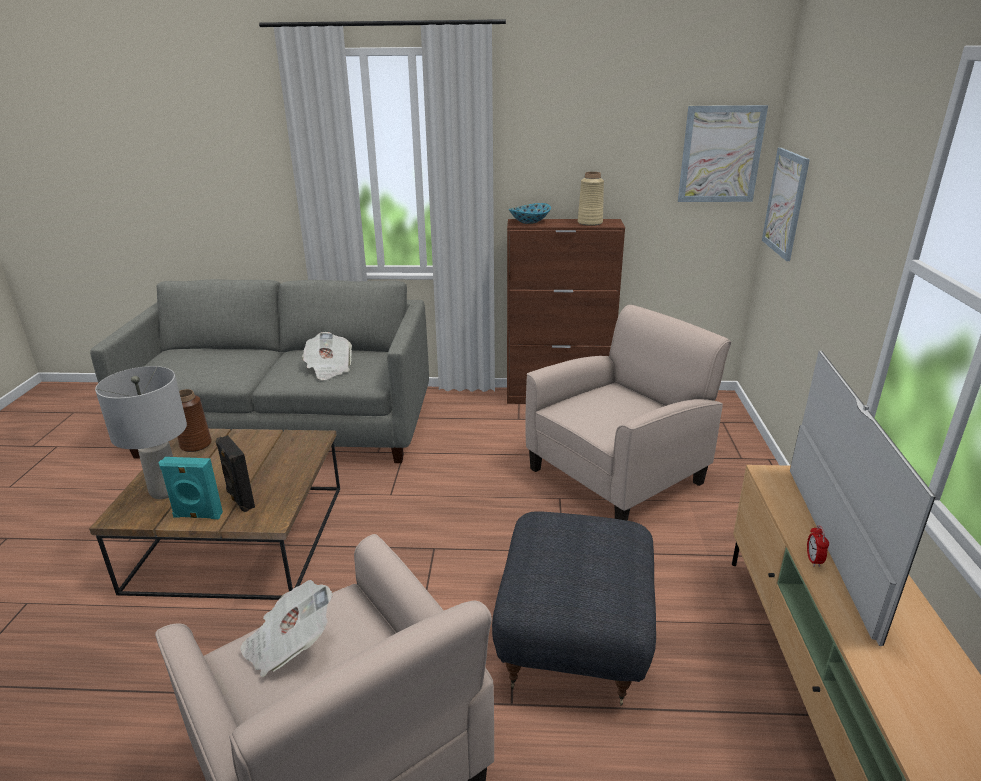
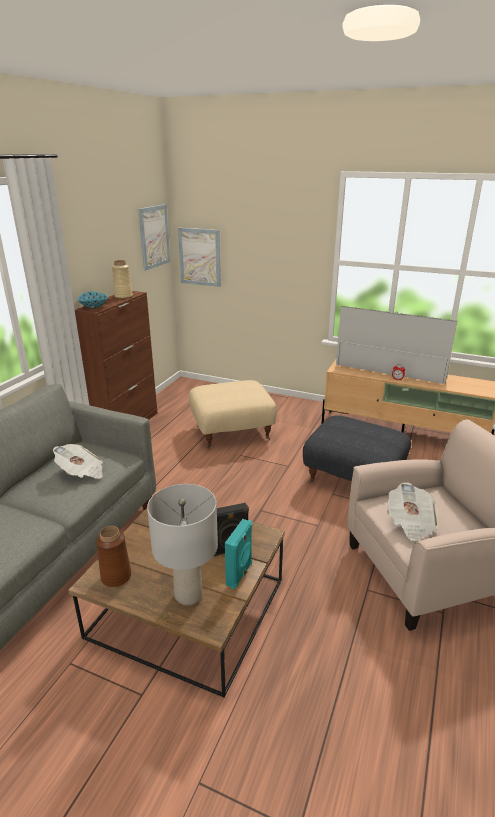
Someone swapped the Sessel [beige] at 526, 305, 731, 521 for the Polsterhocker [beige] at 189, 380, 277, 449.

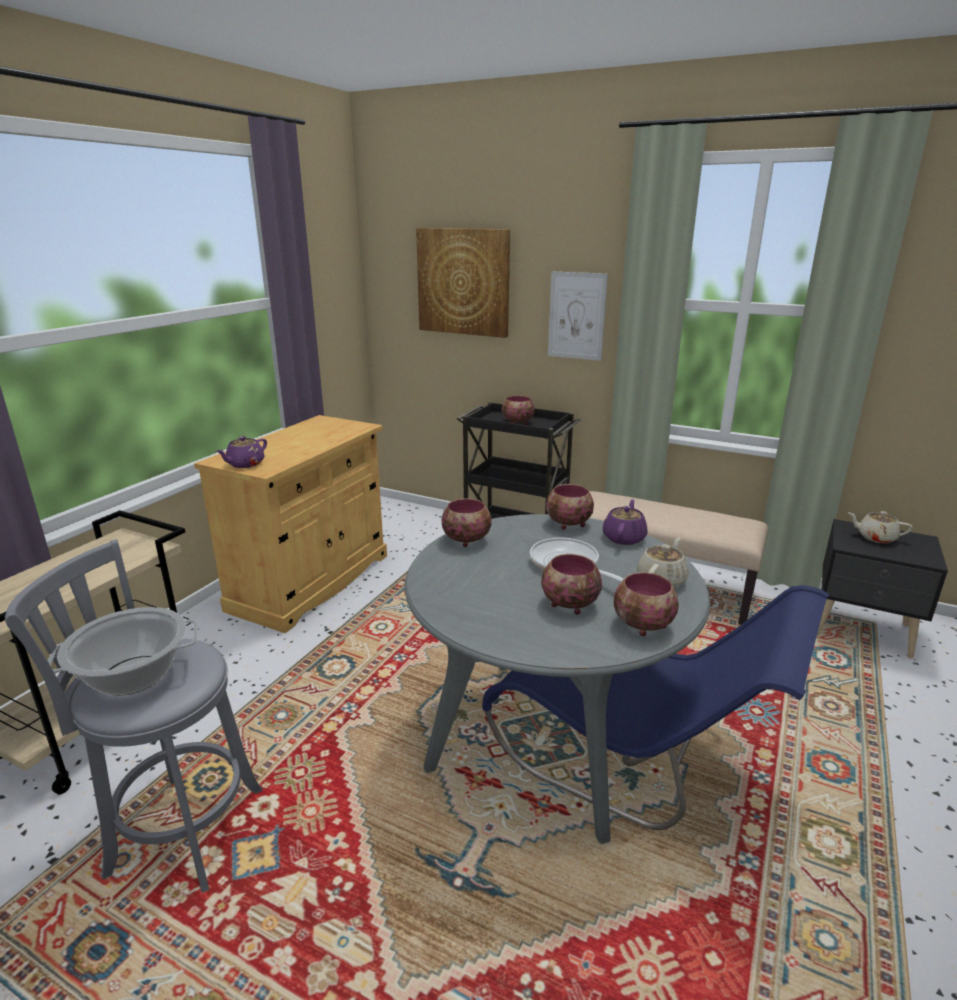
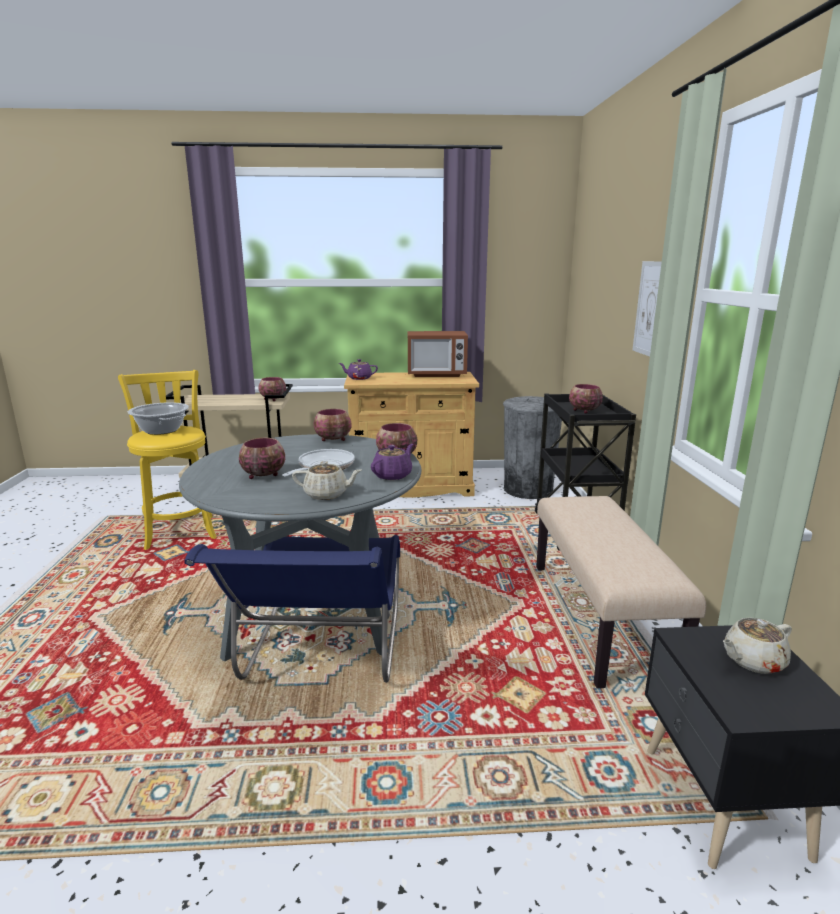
Someone repainted the Hocker [grau] at 5, 539, 263, 893, which became the Hocker [gelb] at 118, 370, 217, 550. Someone carried the Schüssel from 614, 572, 679, 636 to 258, 377, 286, 401. Someone rotated the Teekanne [lila] at 603, 499, 648, 545 by 45 degrees counterclockwise. Someone put down the Mikrowelle at 408, 331, 468, 377. Someone put down the Mülleimer [grau] at 503, 396, 562, 499. Someone rotated the Teekanne [beige] at 848, 511, 913, 543 by 105 degrees counterclockwise. Someone took away the Bild at 416, 228, 510, 338.

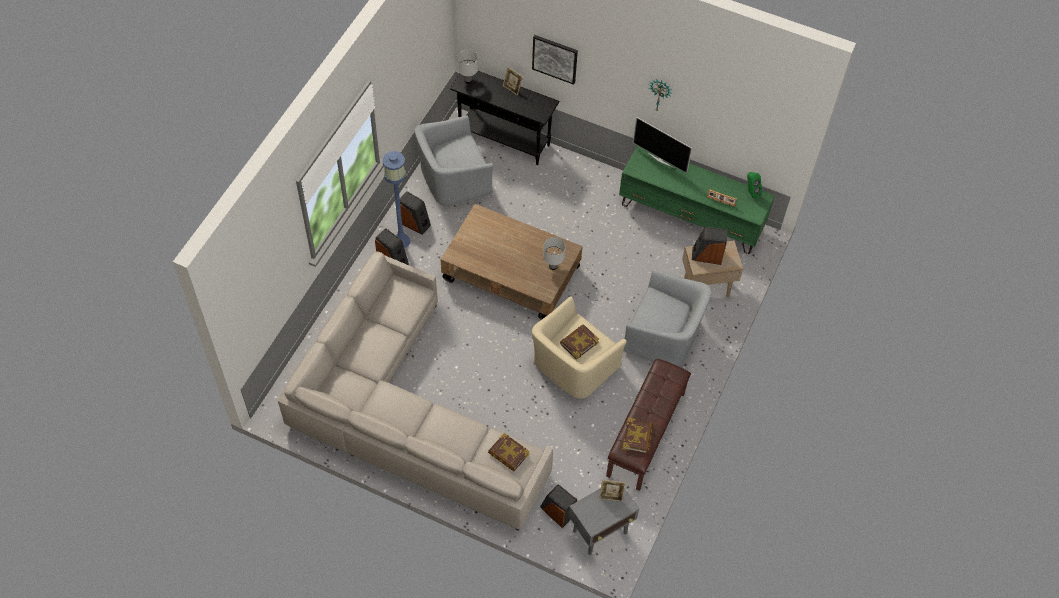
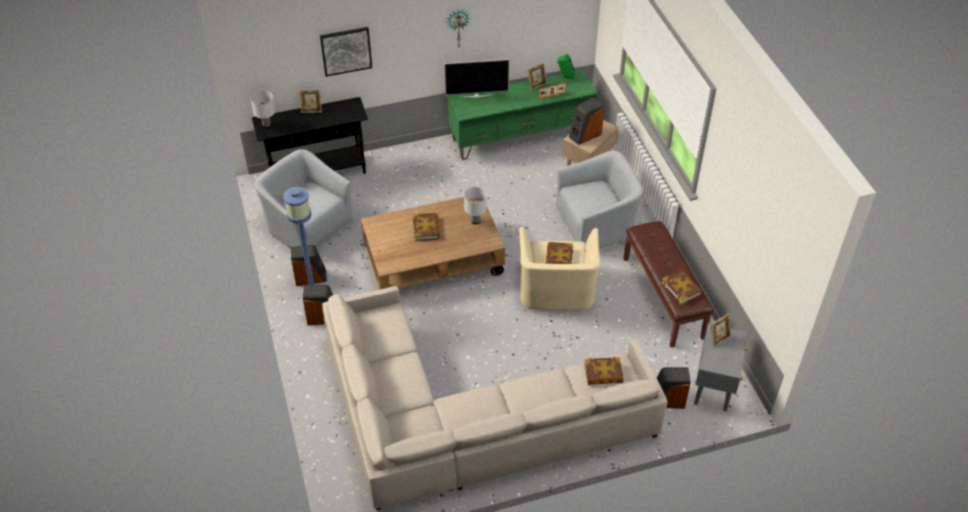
Someone rotated the Sessel [grau] at 414, 115, 493, 207 by 105 degrees clockwise. Someone put down the Buch at 413, 213, 440, 241. Someone put down the Bilderrahmen at 528, 63, 547, 90.

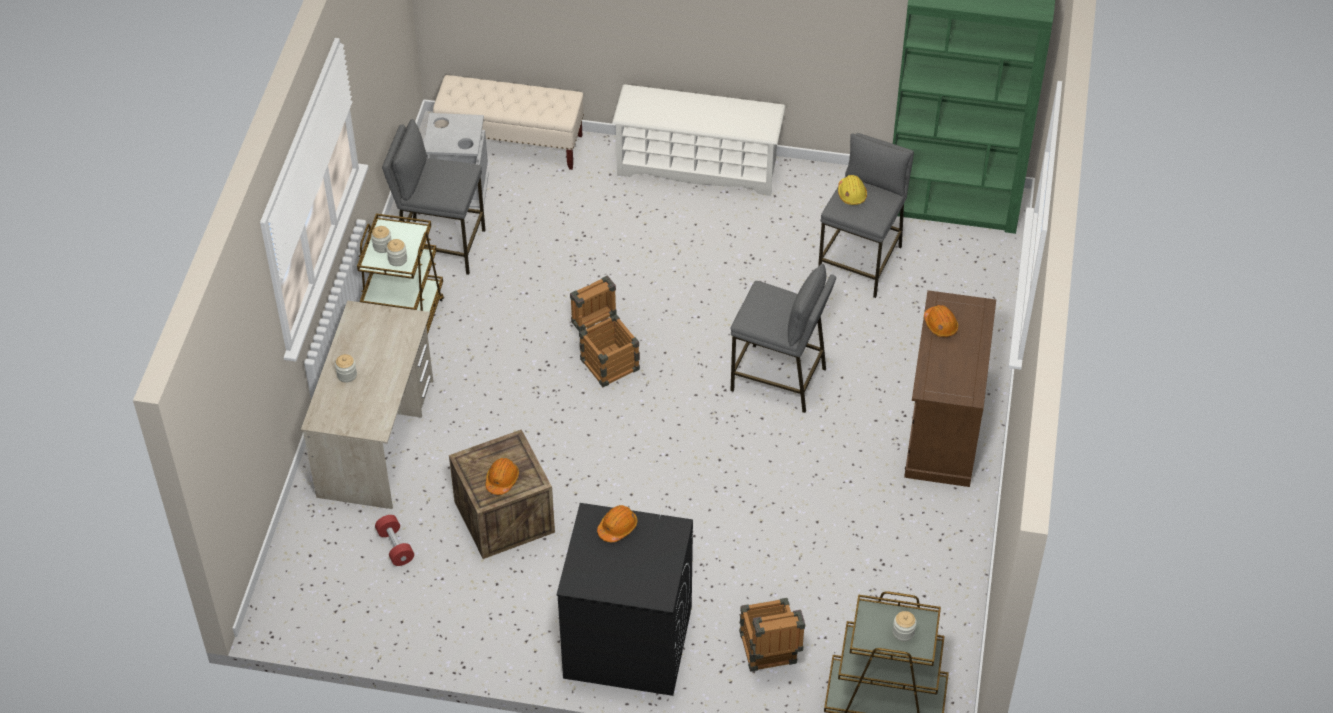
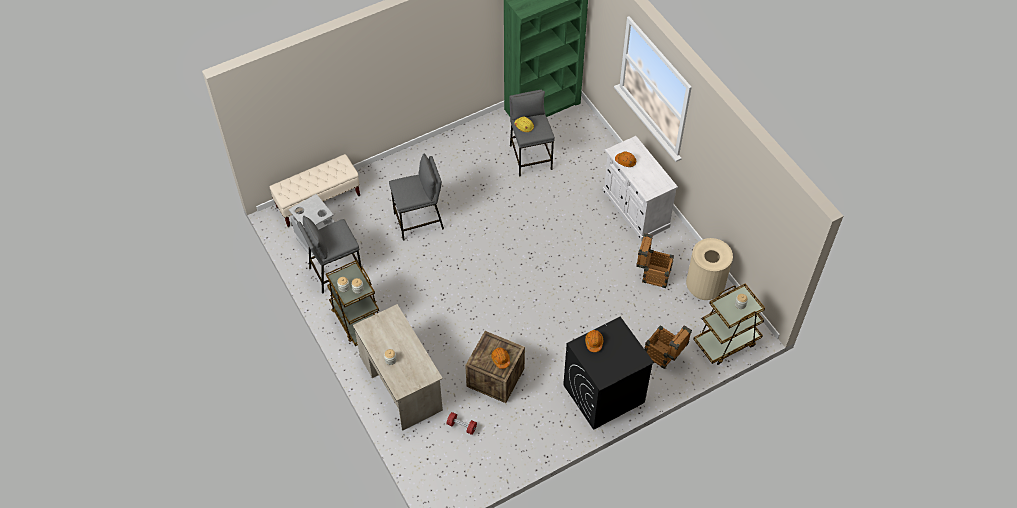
Someone carried the Hocker [grau] from 730, 264, 836, 413 to 389, 154, 444, 240. Someone repainted the Schrank [braun] at 904, 290, 996, 487, which became the Schrank [weiß] at 602, 136, 678, 241. Someone carried the Kiste from 570, 275, 640, 387 to 636, 233, 674, 288. Someone put down the Mülleimer [beige] at 686, 238, 733, 300. Someone took away the Schuhregal [weiß] at 612, 84, 786, 196.

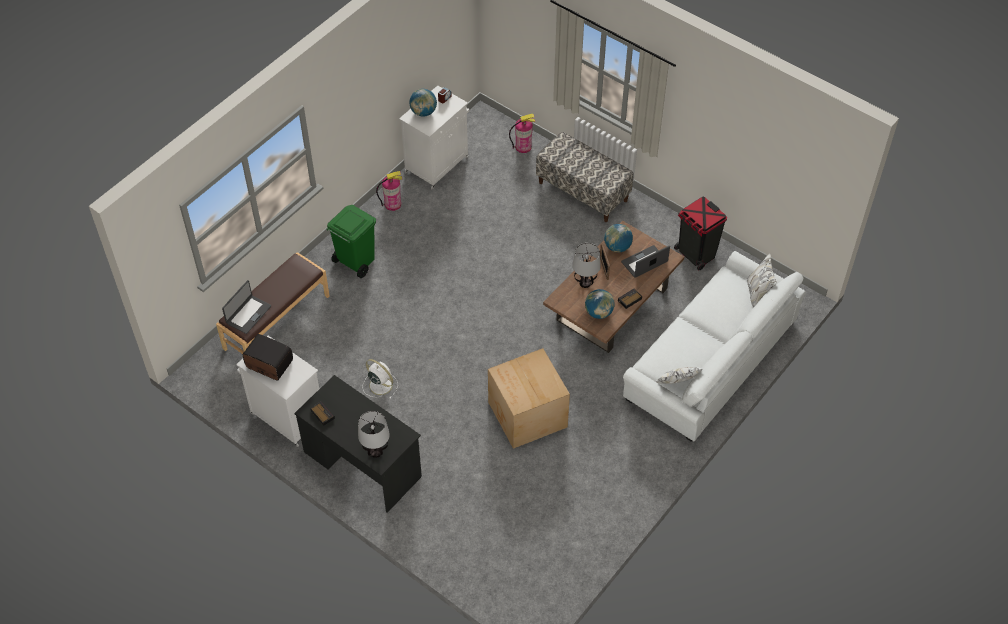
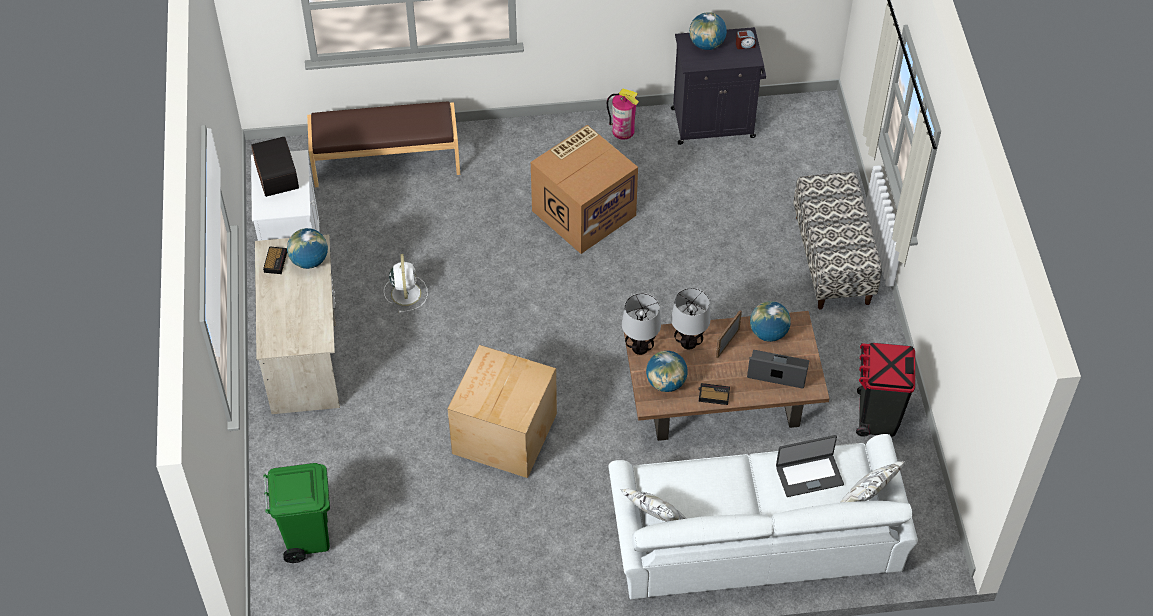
Someone repainted the Schreibtisch [schwarz] at 294, 375, 422, 513, which became the Schreibtisch [beige] at 255, 234, 340, 414. Someone carried the Mülleimer [grün] from 327, 205, 376, 278 to 263, 463, 330, 563. Someone put down the Globus at 287, 228, 328, 269. Someone put down the Karton at 531, 125, 638, 254. Someone carried the Tischlampe from 358, 411, 390, 458 to 622, 293, 661, 355. Someone repainted the Schrank [weiß] at 399, 86, 469, 190, which became the Schrank [schwarz] at 671, 27, 766, 145. Someone carried the Laptop from 222, 280, 271, 334 to 776, 435, 844, 497. Someone took away the Feuerlöscher at 509, 114, 535, 153.

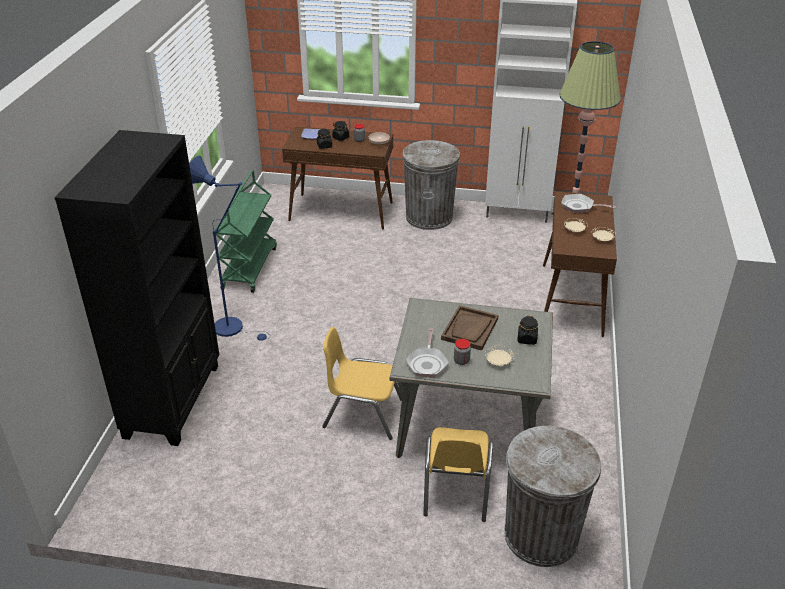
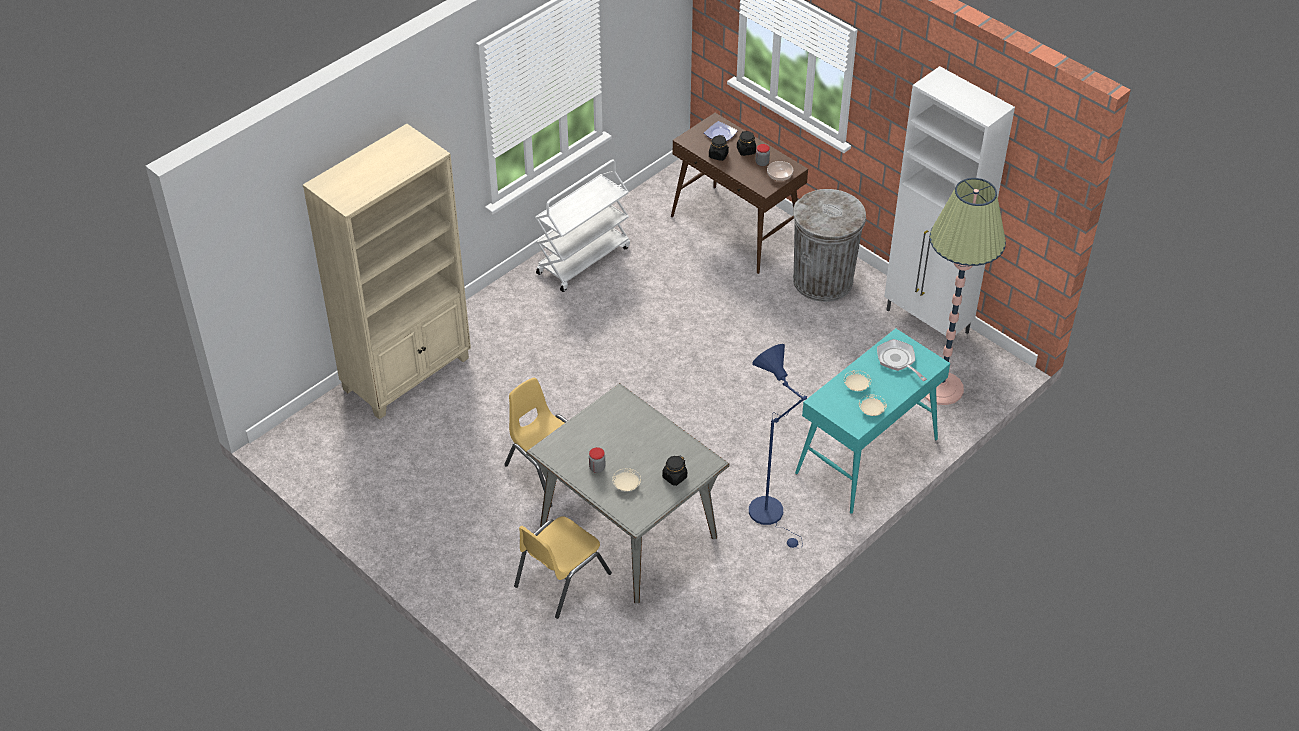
Someone repainted the Bücherregal [schwarz] at 54, 130, 219, 446, which became the Bücherregal [beige] at 303, 124, 471, 420. Someone repainted the Rollwagen [grün] at 216, 170, 277, 293, which became the Rollwagen [weiß] at 535, 159, 630, 292. Someone carried the Stehlampe [blau] from 189, 156, 270, 341 to 749, 344, 807, 548. Someone repainted the Konsolentisch [braun] at 543, 191, 617, 337, which became the Konsolentisch [türkis] at 795, 328, 950, 514. Someone took away the Pfanne at 405, 328, 449, 377. Someone took away the Tablett [braun] at 441, 305, 498, 351. Someone took away the Mülleimer [grau] at 504, 426, 601, 567.

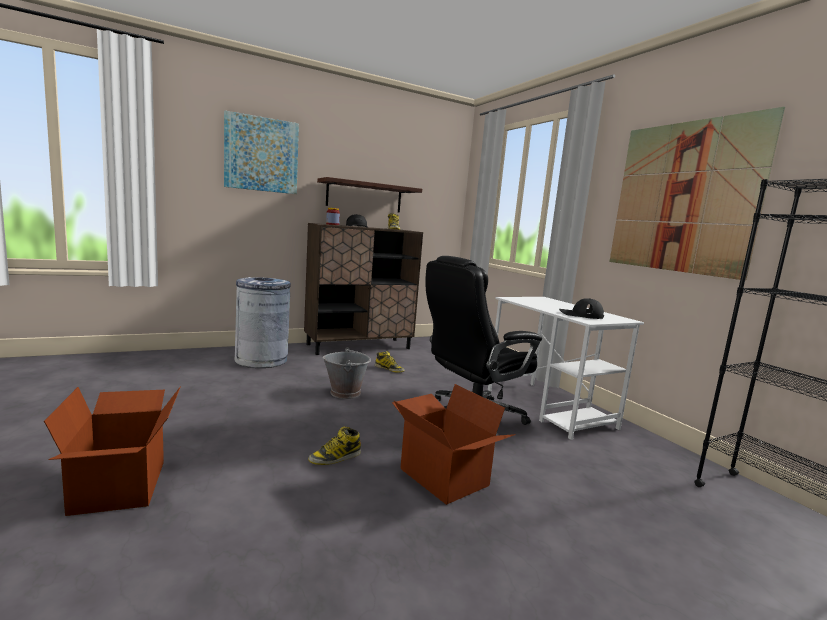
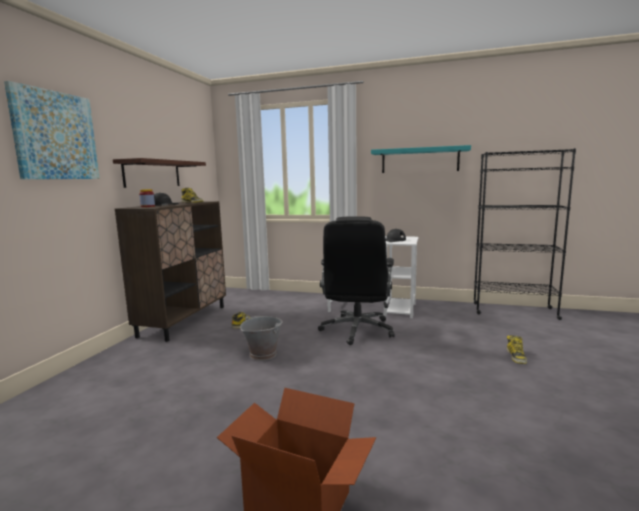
Someone swapped the Bild at 609, 107, 785, 281 for the Wandregal [türkis] at 371, 145, 471, 173. Someone carried the Stiefel from 308, 427, 361, 465 to 507, 335, 527, 364. Someone took away the Mülleimer [grau] at 234, 277, 291, 368. Someone took away the Karton at 392, 384, 516, 505.

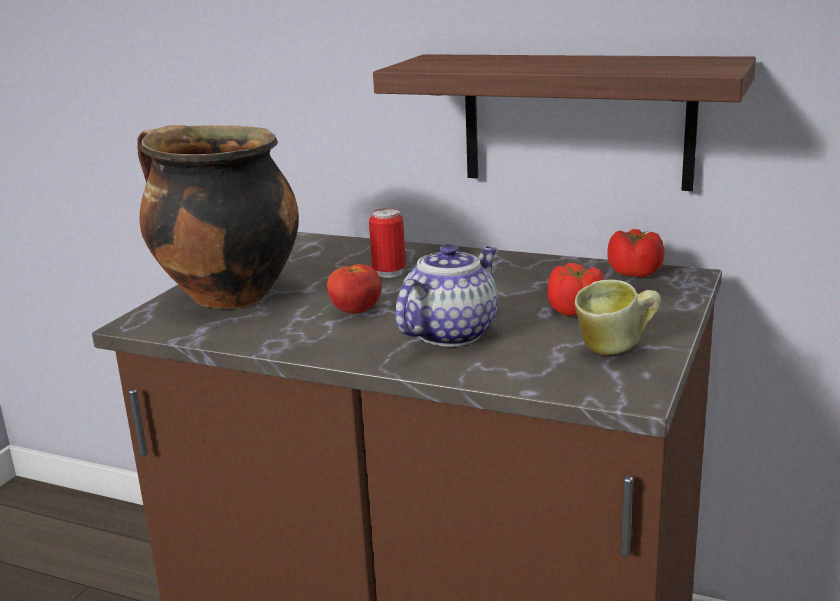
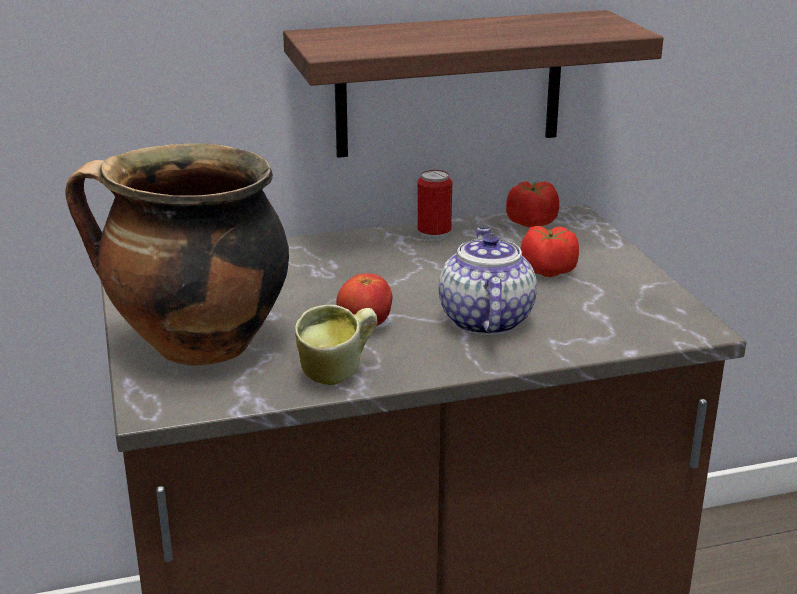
Someone carried the Henkelbecher from 575, 280, 661, 356 to 295, 305, 377, 385. Someone carried the Dose from 369, 208, 406, 278 to 417, 170, 452, 240.

